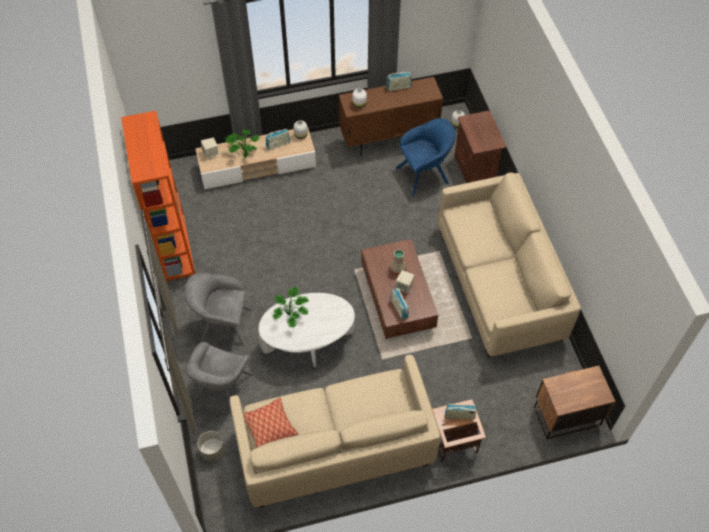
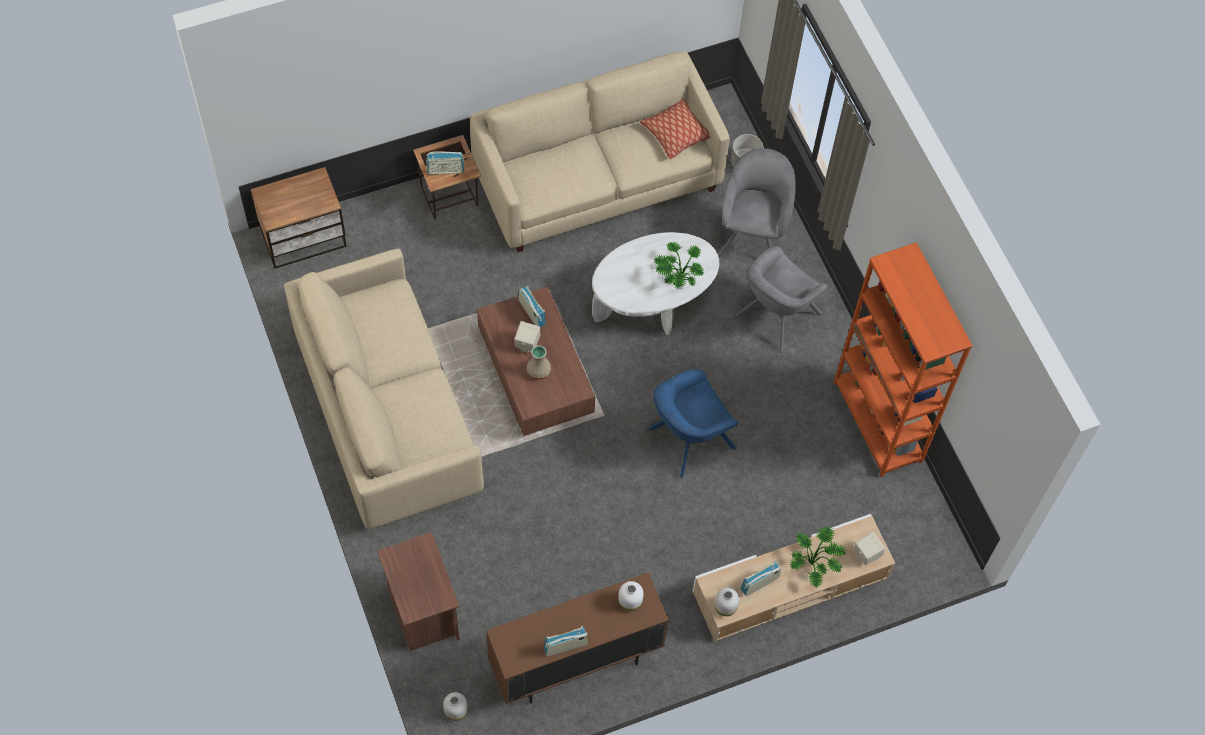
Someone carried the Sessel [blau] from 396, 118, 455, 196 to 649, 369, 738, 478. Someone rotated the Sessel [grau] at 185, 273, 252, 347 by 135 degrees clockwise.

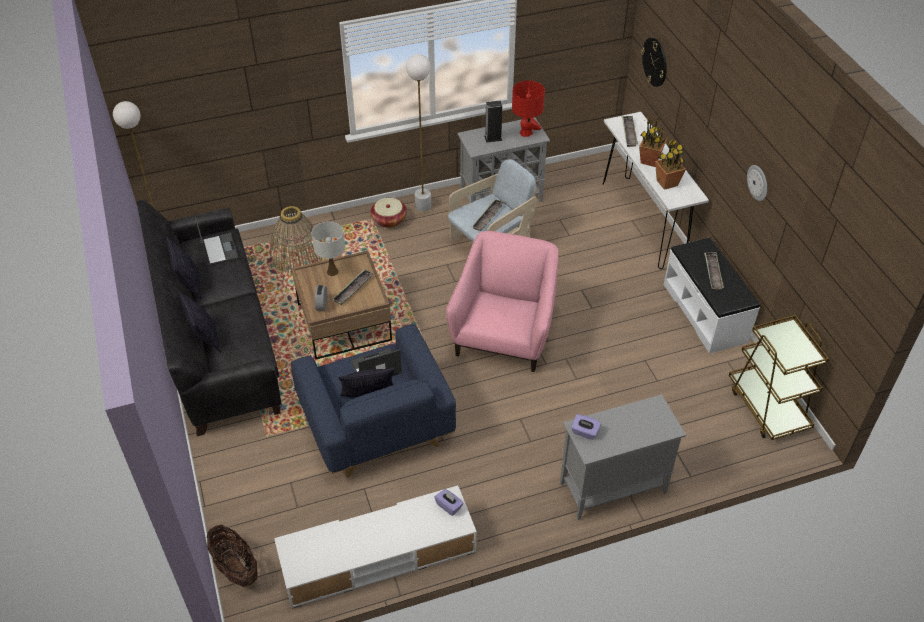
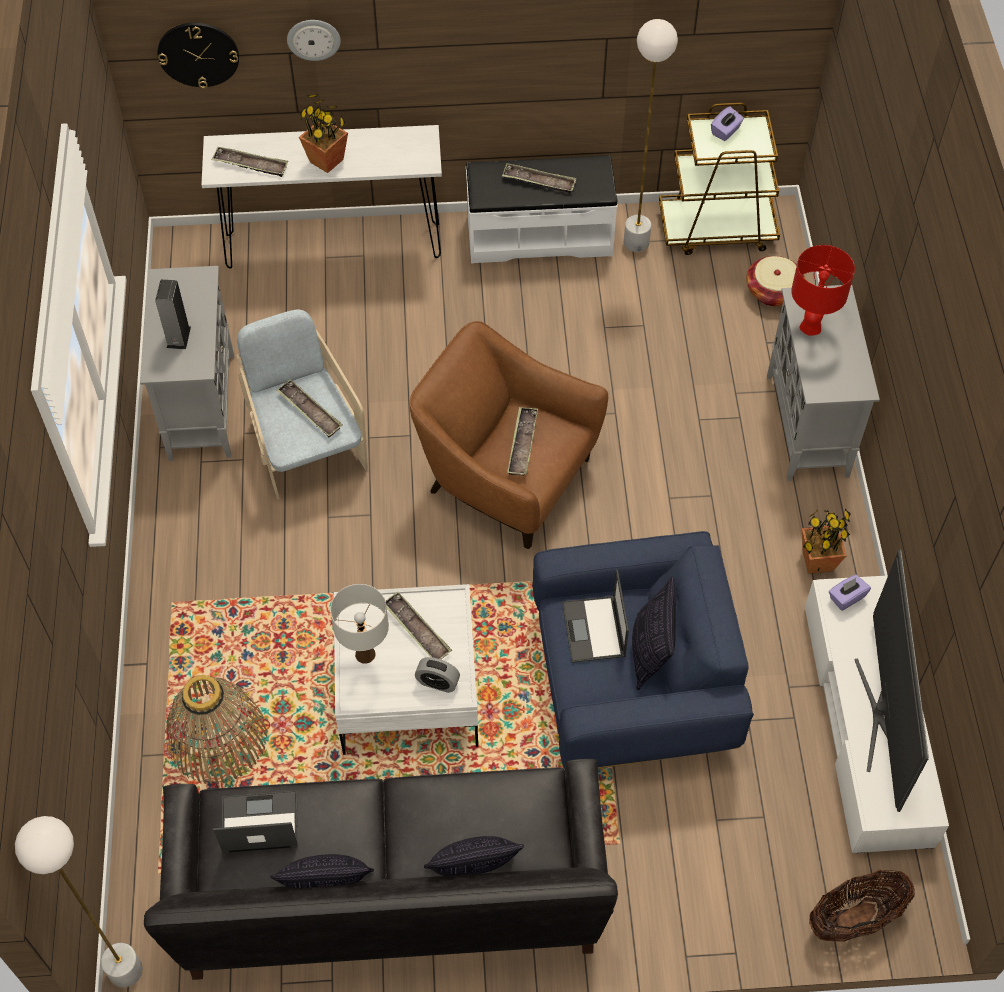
Someone carried the Wanduhr from 747, 165, 767, 201 to 287, 20, 341, 61. Someone repainted the Couchtisch [braun] at 292, 251, 392, 359, which became the Couchtisch [weiß] at 334, 584, 478, 755. Someone repainted the Sessel [rosa] at 446, 231, 559, 372, which became the Sessel [braun] at 410, 321, 608, 549. Someone put down the Tablett at 507, 407, 538, 476. Someone carried the Stehlampe [weiß] from 406, 54, 431, 212 to 624, 19, 678, 252. Someone carried the Taschentuchbox [lila] from 571, 414, 601, 440 to 711, 106, 744, 141. Someone carried the Korb from 370, 198, 407, 228 to 746, 256, 805, 306. Someone carried the Tischlampe [rot] from 512, 81, 545, 137 to 791, 245, 855, 336. Someone carried the Topfpflanze from 655, 140, 686, 190 to 802, 509, 851, 574. Someone put down the Fernseher at 854, 549, 929, 812.

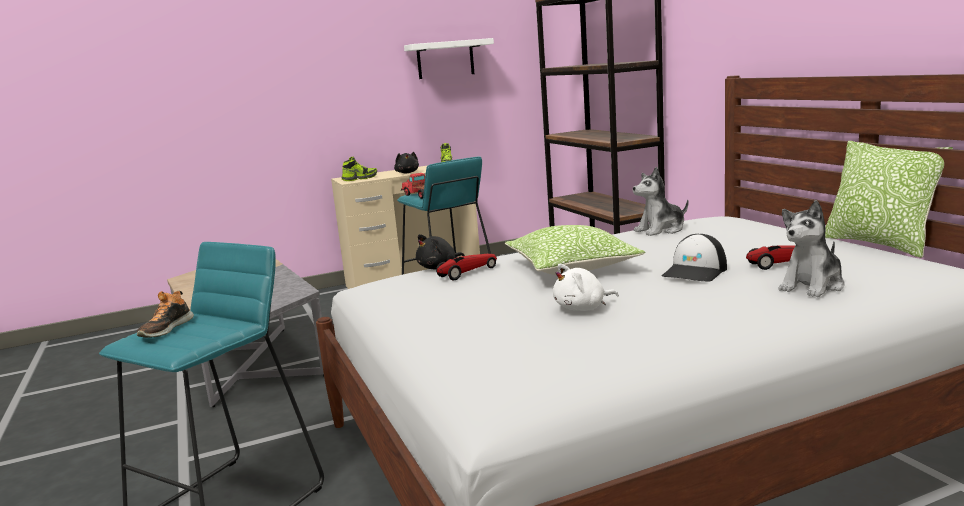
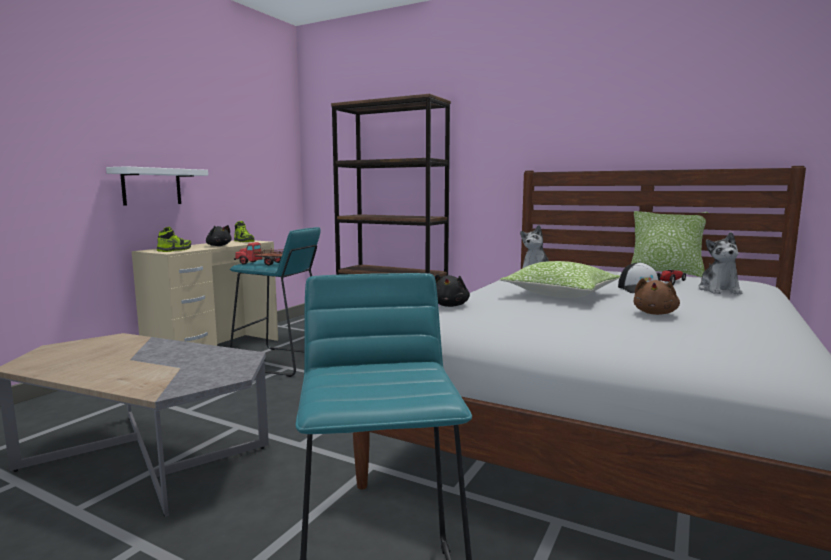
Someone carried the Wandregal [weiß] from 404, 38, 494, 79 to 106, 166, 208, 206. Someone repainted the Plüschtier [weiß] at 553, 264, 619, 311, which became the Plüschtier [braun] at 634, 278, 680, 315. Someone took away the Schuh at 137, 291, 194, 338. Someone took away the Spielzeugauto at 436, 254, 497, 280.

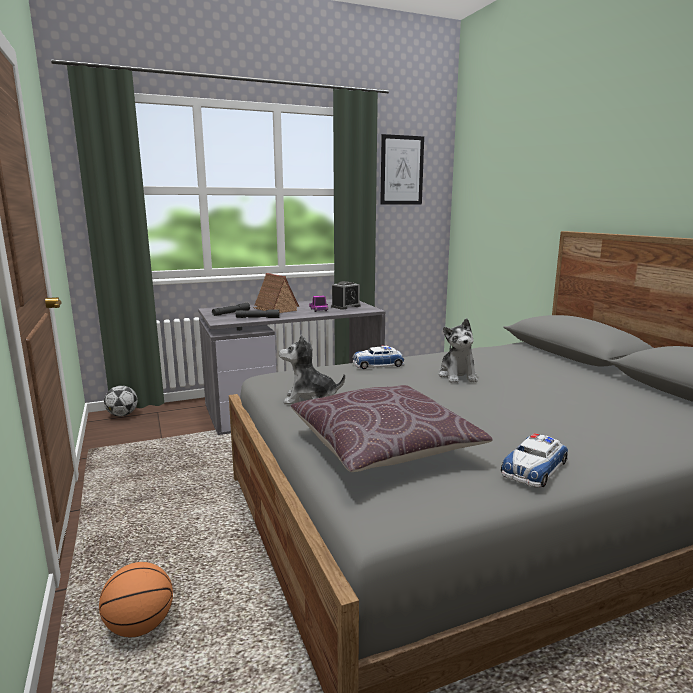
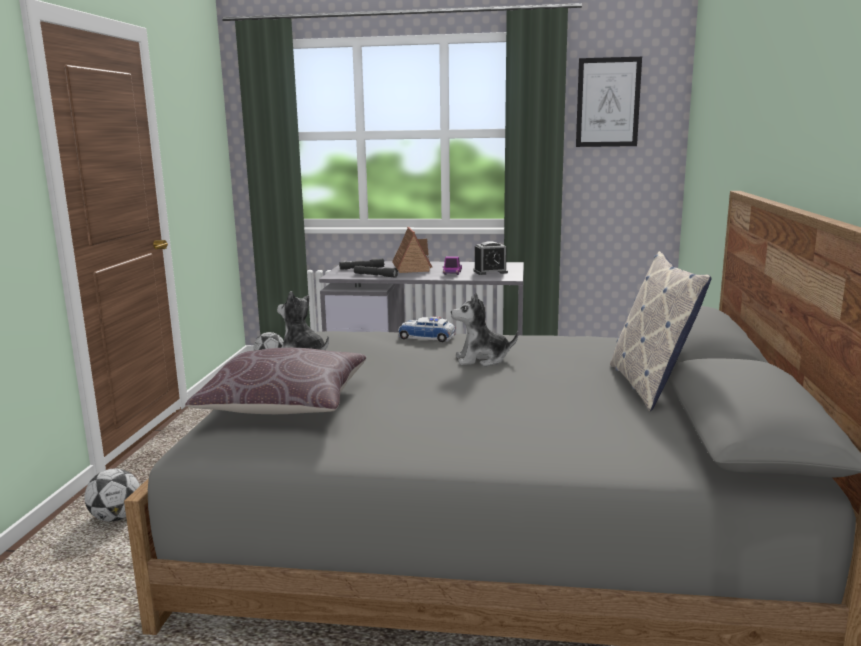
Someone swapped the Basketball at 99, 562, 173, 637 for the Fußball at 84, 468, 140, 522. Someone rotated the Plüschtier at 439, 318, 478, 383 by 60 degrees clockwise. Someone put down the Kissen at 610, 251, 712, 411. Someone took away the Spielzeugauto at 501, 433, 568, 487.

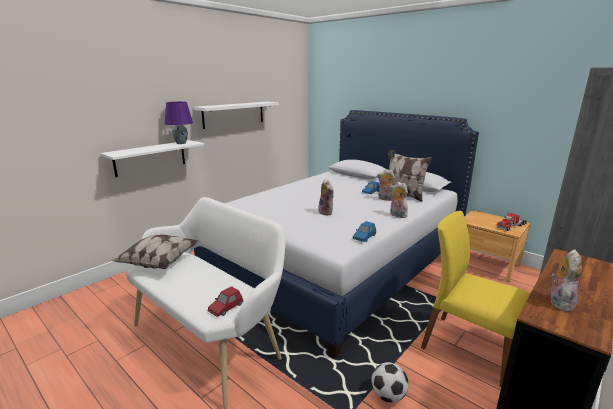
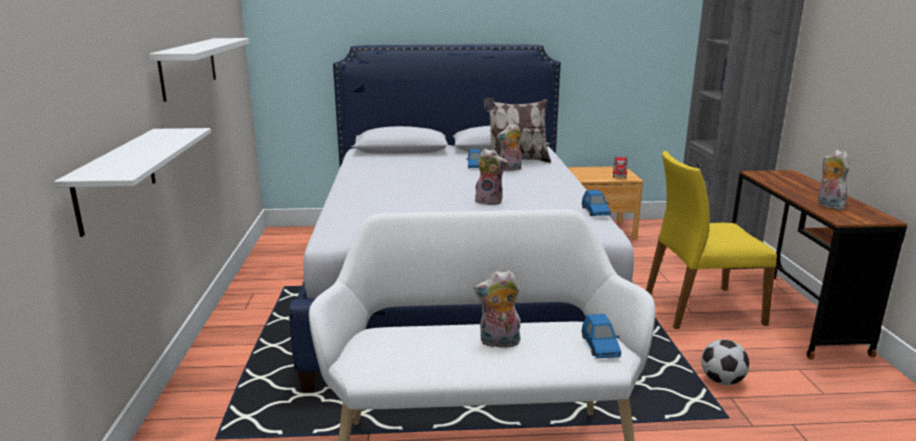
Someone carried the Plüschtier from 390, 182, 408, 218 to 474, 270, 521, 350. Someone repainted the Spielzeugauto [rot] at 208, 286, 243, 317, which became the Spielzeugauto [blau] at 582, 314, 621, 358. Someone took away the Kissen at 111, 234, 198, 269. Someone took away the Tischlampe [lila] at 165, 102, 193, 144.

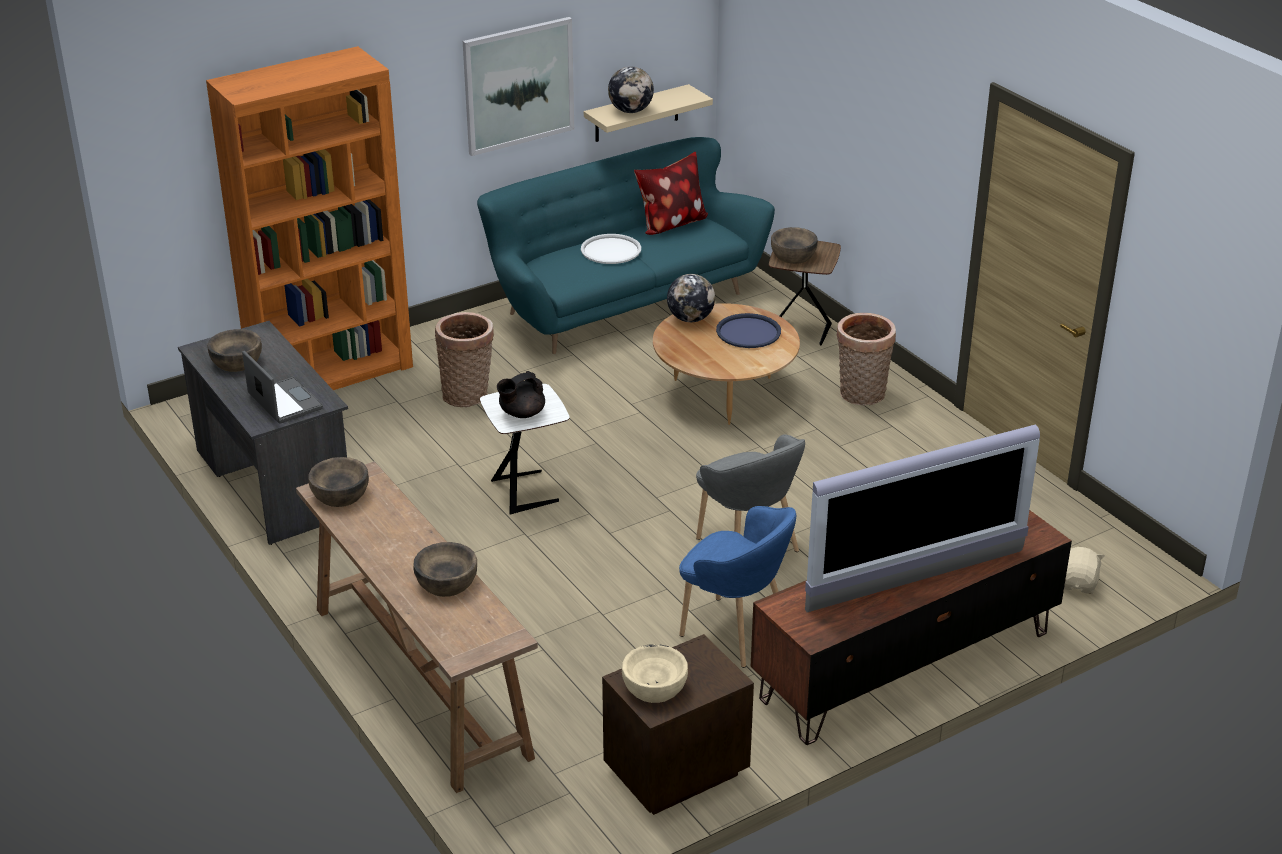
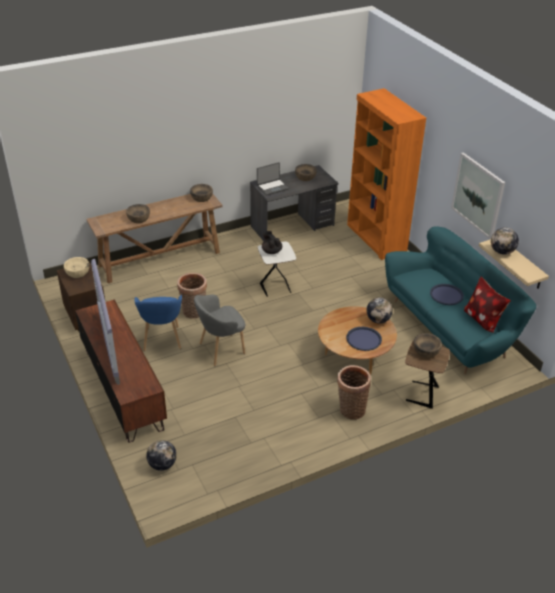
Someone rotated the Sessel [blau] at 679, 506, 796, 668 by 45 degrees counterclockwise. Someone swapped the Plüschtier [beige] at 1064, 547, 1105, 594 for the Globus at 146, 440, 177, 471. Someone carried the Korb from 435, 312, 494, 407 to 177, 273, 207, 319. Someone repainted the Tablett [weiß] at 581, 234, 641, 264, which became the Tablett [blau] at 430, 284, 464, 305.

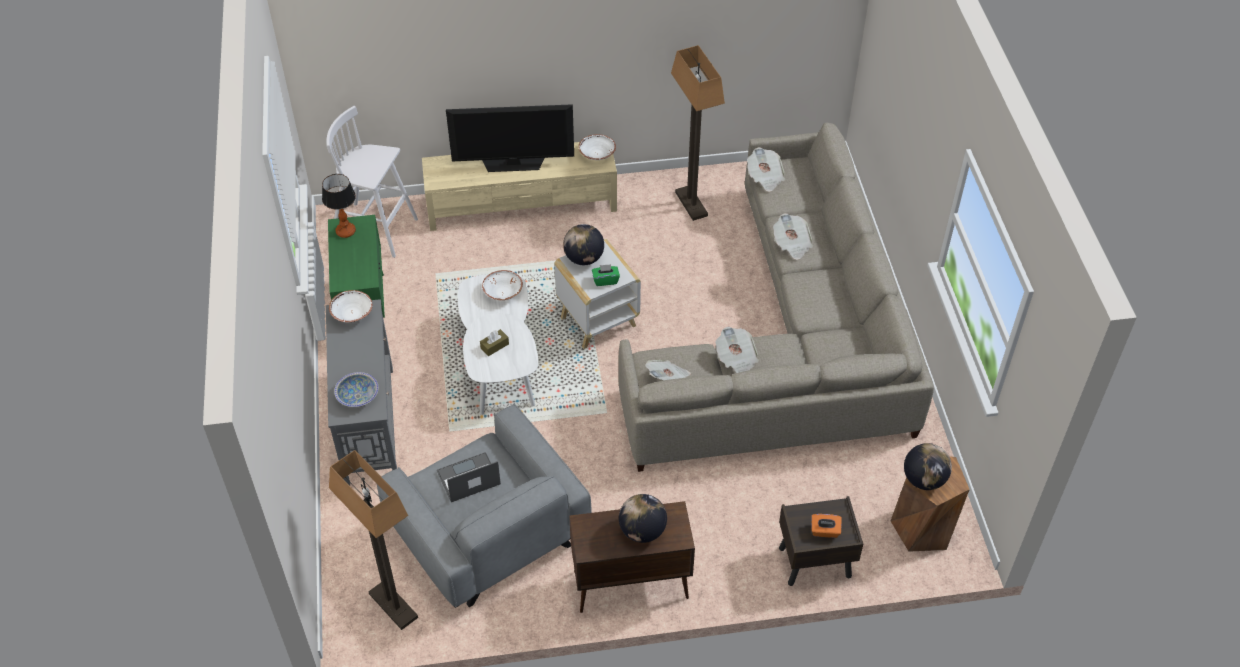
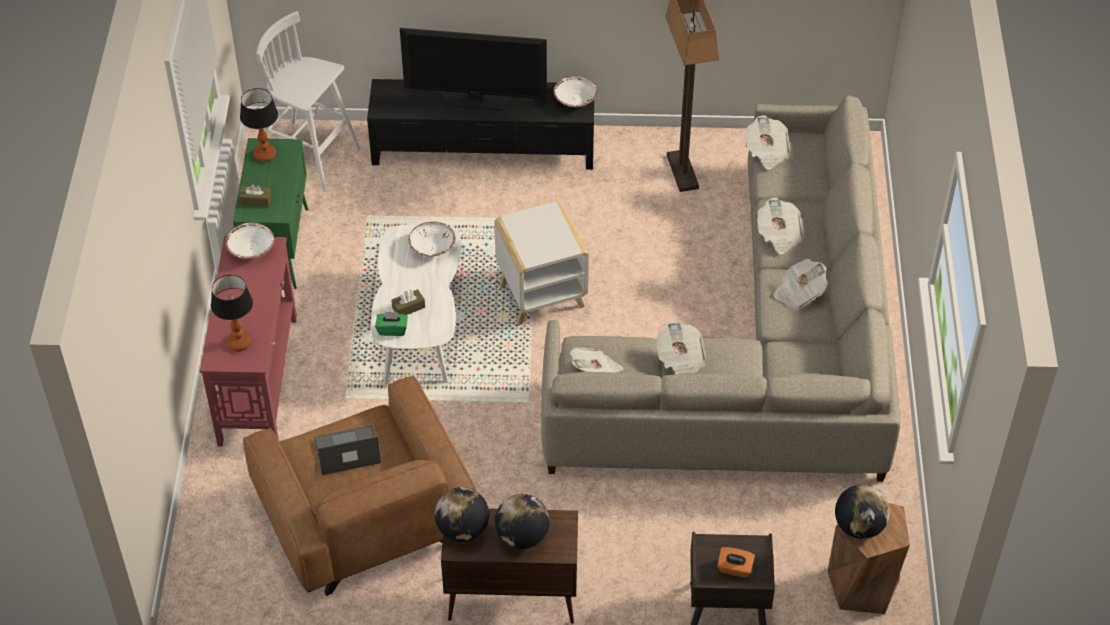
Someone repainted the Konsolentisch [grau] at 326, 299, 397, 486, which became the Konsolentisch [rot] at 200, 236, 297, 446. Someone swapped the Schüssel at 334, 372, 379, 407 for the Tischlampe at 211, 275, 253, 351. Someone put down the Taschentuchbox [braun] at 239, 184, 271, 207. Someone repainted the Sessel [grau] at 376, 404, 591, 608, which became the Sessel [braun] at 243, 375, 476, 596. Someone repainted the Fernsehschrank [beige] at 422, 142, 617, 231, which became the Fernsehschrank [schwarz] at 367, 79, 595, 170. Someone carried the Taschentuchbox [grün] from 592, 264, 620, 286 to 375, 311, 408, 336. Someone carried the Globus from 563, 224, 604, 265 to 435, 487, 489, 542. Someone put down the Zeitung at 773, 259, 828, 310. Someone took away the Stehlampe at 329, 450, 418, 630.

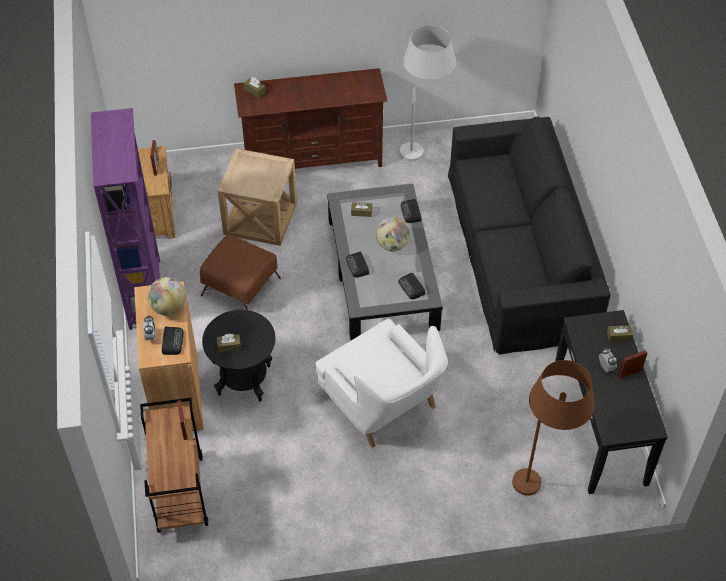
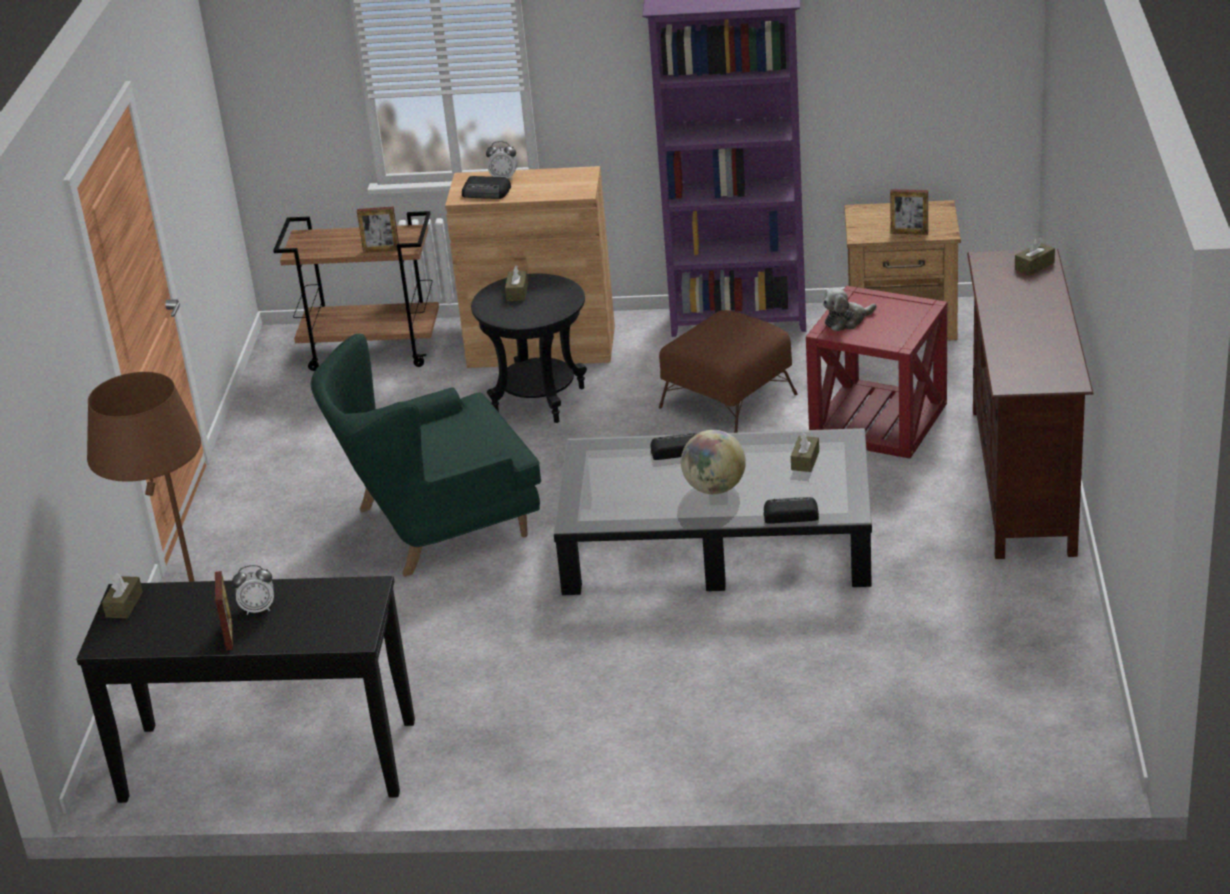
Someone carried the Taschentuchbox [braun] from 607, 325, 633, 342 to 102, 573, 143, 618. Someone repainted the Sessel [weiß] at 315, 319, 448, 448, which became the Sessel [grün] at 311, 333, 541, 577. Someone repainted the Beistelltisch [beige] at 218, 148, 297, 246, which became the Beistelltisch [rot] at 806, 286, 947, 459. Someone put down the Plüschtier at 823, 287, 877, 331. Someone took away the Globus at 147, 277, 186, 316. Someone took away the Radio at 399, 273, 425, 299. Someone took away the Stehlampe [weiß] at 400, 25, 456, 161. Someone took away the Sofa [schwarz] at 448, 117, 611, 355.

